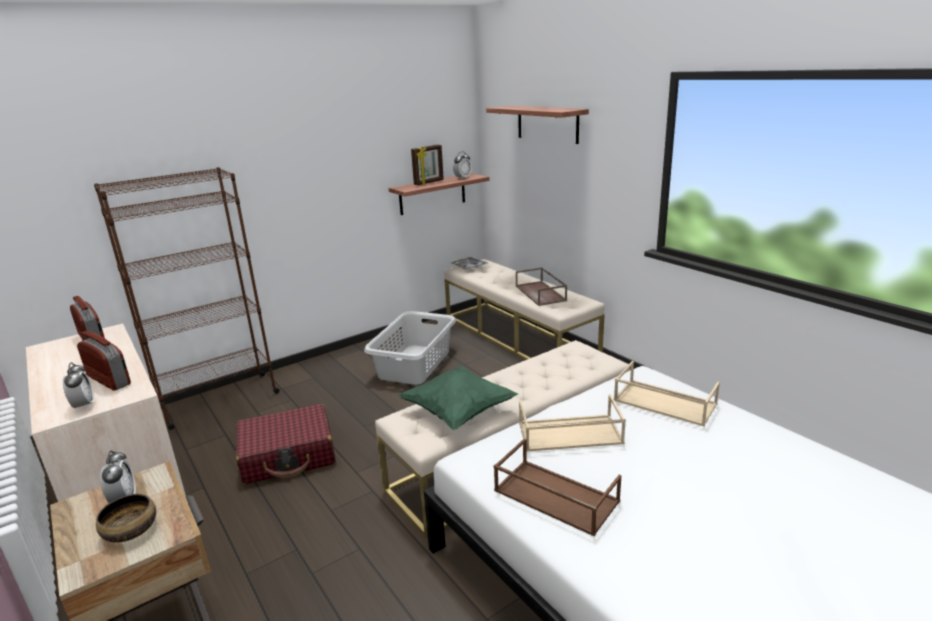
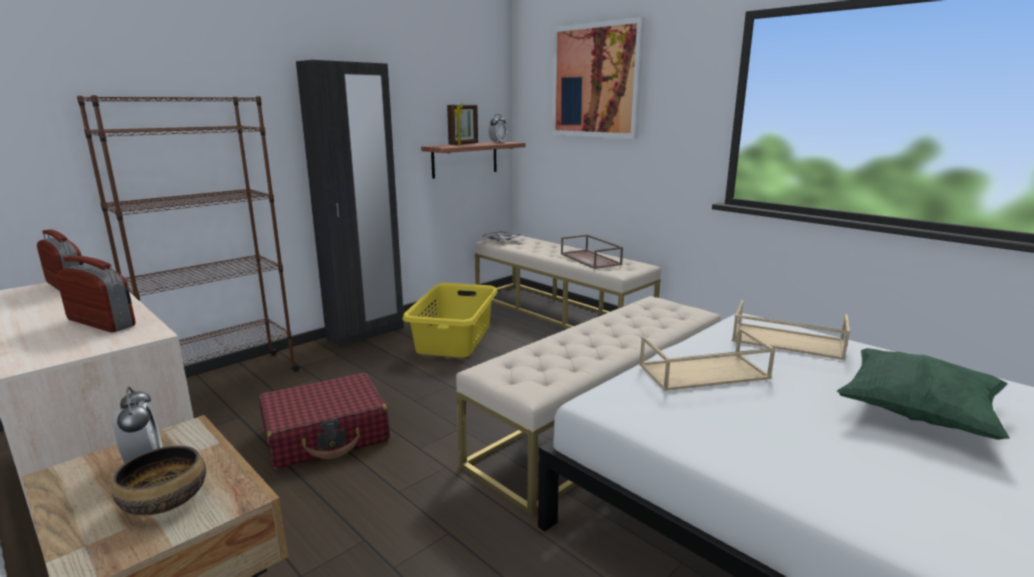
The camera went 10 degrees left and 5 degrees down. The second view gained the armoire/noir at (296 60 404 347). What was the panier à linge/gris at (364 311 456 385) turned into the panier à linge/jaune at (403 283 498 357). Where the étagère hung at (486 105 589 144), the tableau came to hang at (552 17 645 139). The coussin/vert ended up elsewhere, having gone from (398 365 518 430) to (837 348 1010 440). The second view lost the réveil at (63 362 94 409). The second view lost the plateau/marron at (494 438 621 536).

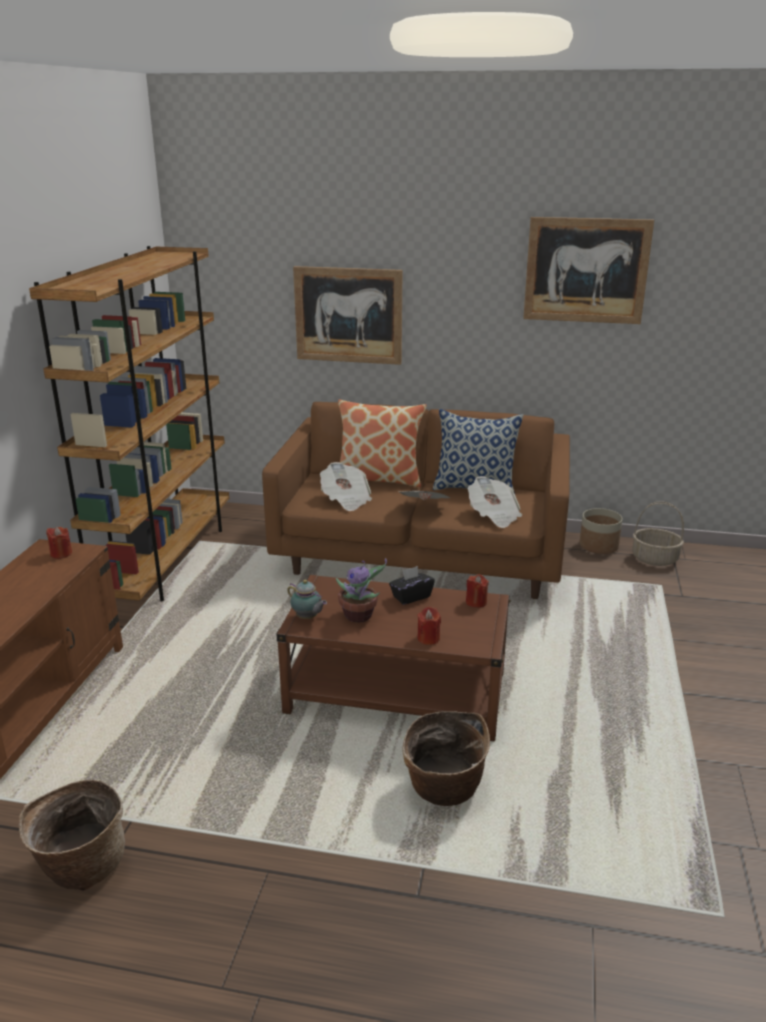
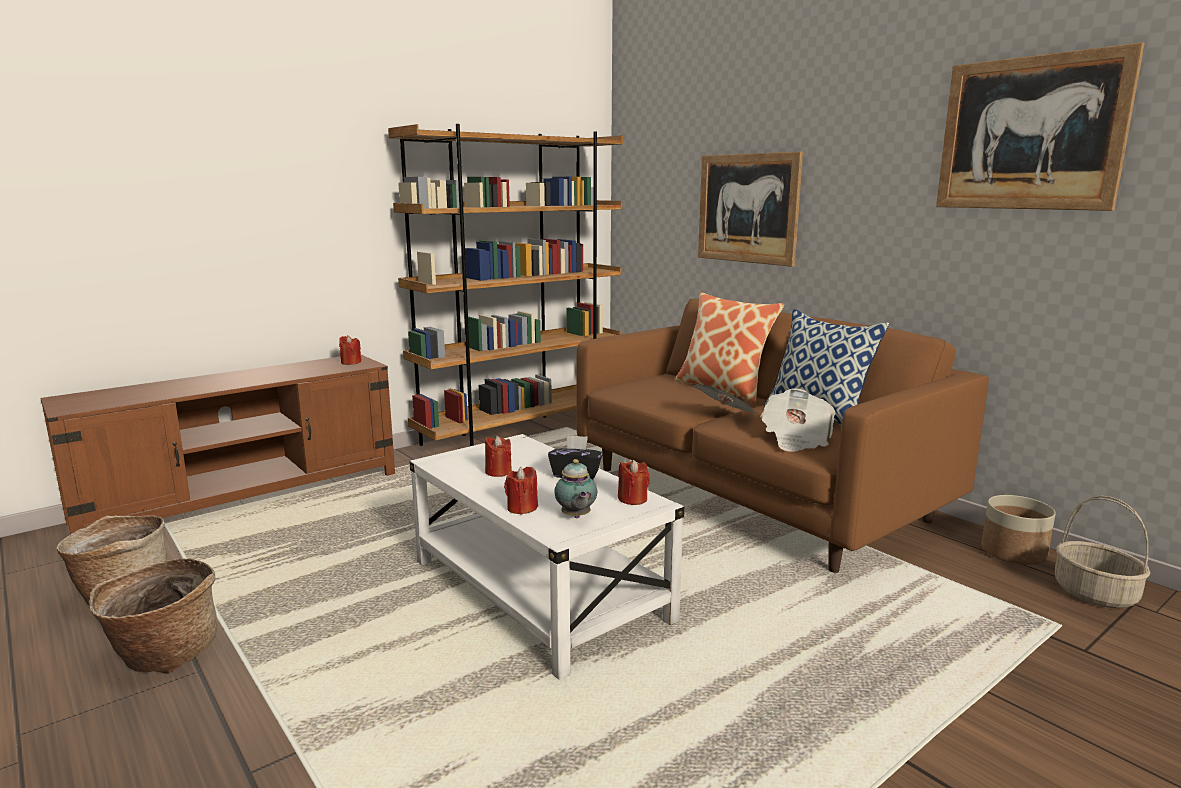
The camera went 40 degrees right and 10 degrees down. The panier ended up elsewhere, having gone from (402 711 490 806) to (88 558 217 674). What was the table basse/marron at (276 575 511 741) turned into the table basse/blanc at (410 434 684 680). Where the plante en pot stood at (336 558 387 623), the bougie/rouge came to stand at (485 436 512 477). The théière ended up elsewhere, having gone from (287 580 327 619) to (554 459 597 518). The second view lost the journal at (320 462 372 511).

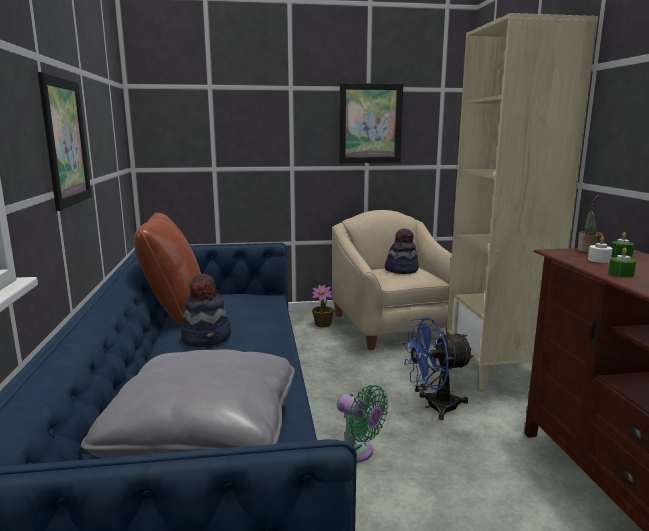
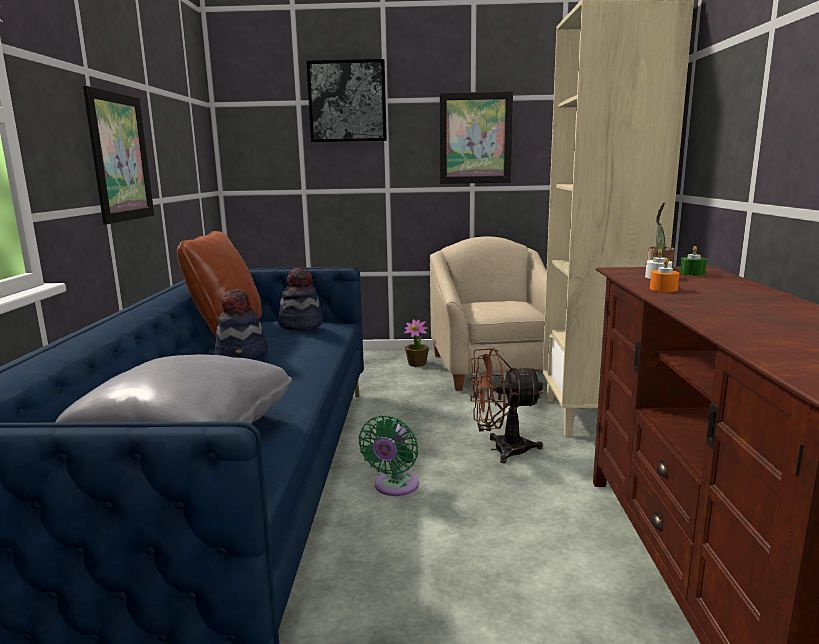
The camera went 10 degrees right and 0 degrees up. The chapeau ended up elsewhere, having gone from (384 228 419 274) to (278 268 323 330). The second view gained the tableau at (306 59 387 142). The ventilateur/vert at (337 385 388 463) ended up facing another way, 60 degrees clockwise from before. What was the ventilateur/bleu at (402 318 474 420) turned into the ventilateur/marron at (469 348 543 463). What was the bougie/vert at (608 248 636 277) turned into the bougie/orange at (650 258 680 292).

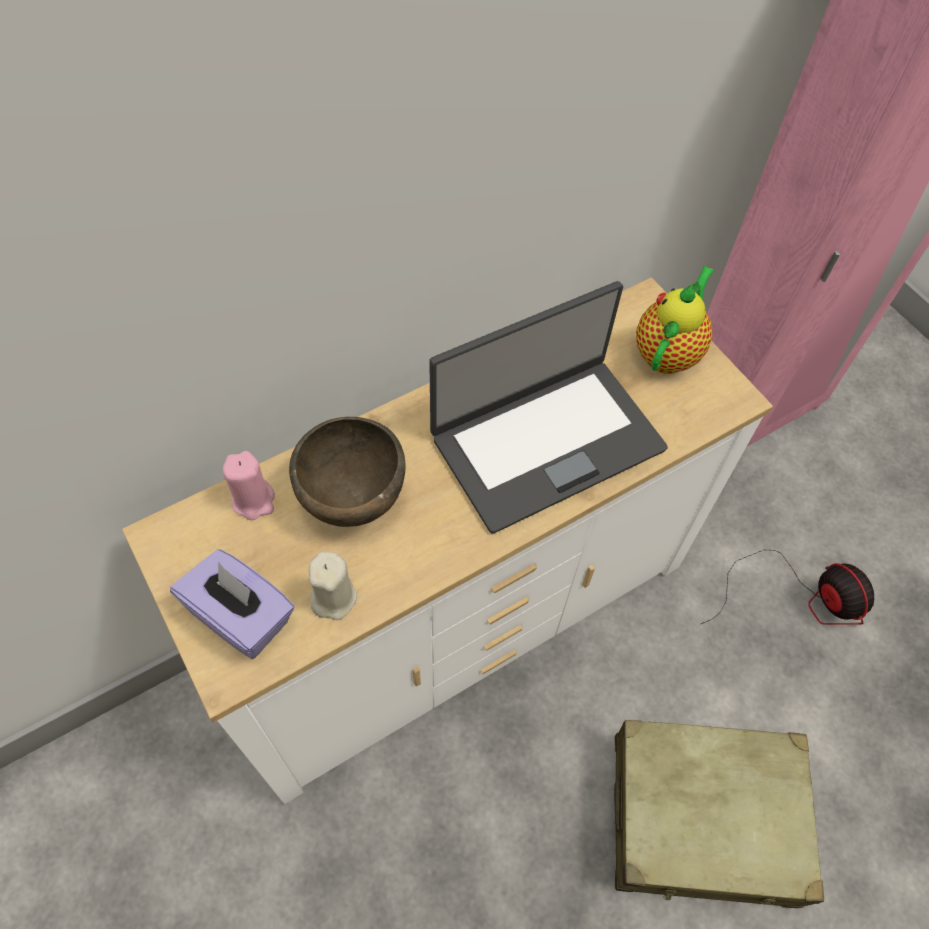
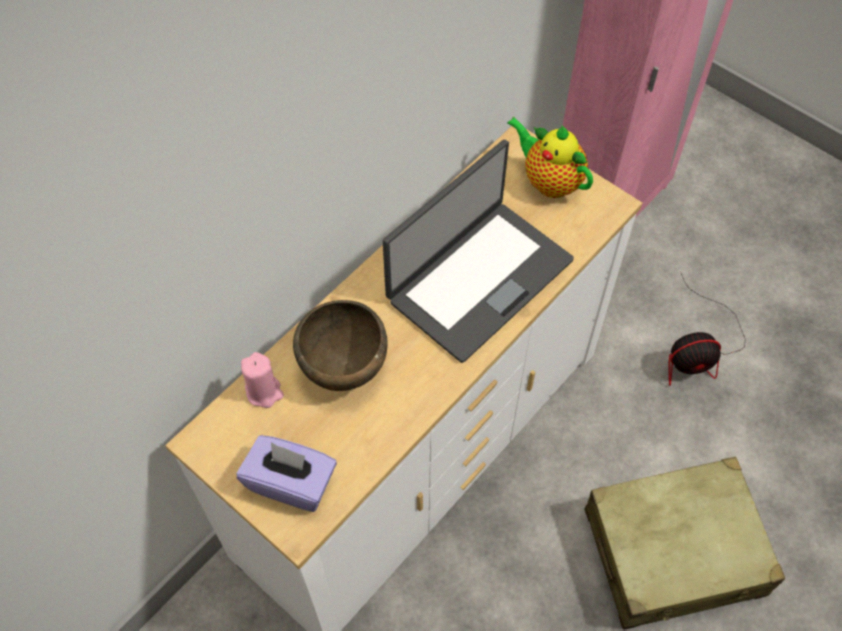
The camera went 15 degrees left and 0 degrees up. The théière at (636 266 714 374) ended up facing another way, 60 degrees counterclockwise from before. The ventilateur at (701 550 874 625) ended up facing another way, 120 degrees clockwise from before. The second view lost the bougie/beige at (309 552 357 620).

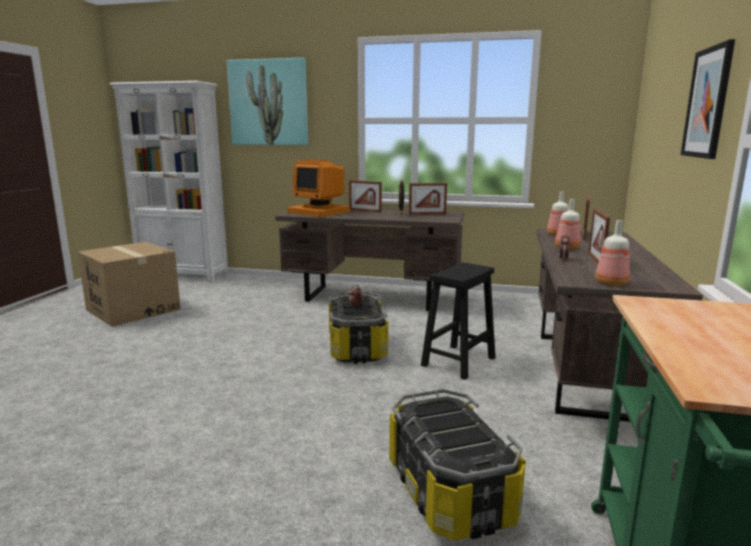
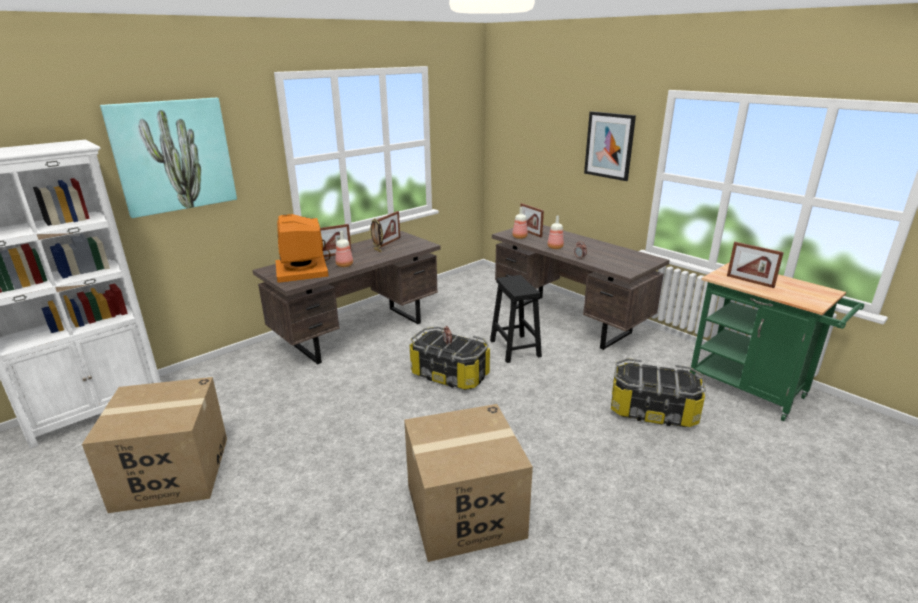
The camera went 55 degrees left and 10 degrees up. The écran d'ordinateur at (288 159 350 217) ended up facing another way, 90 degrees clockwise from before. The bouteille ended up elsewhere, having gone from (595 220 630 286) to (335 231 353 267). The second view gained the carton at (404 404 533 562). The cadre photo ended up elsewhere, having gone from (588 209 610 263) to (727 242 784 288).

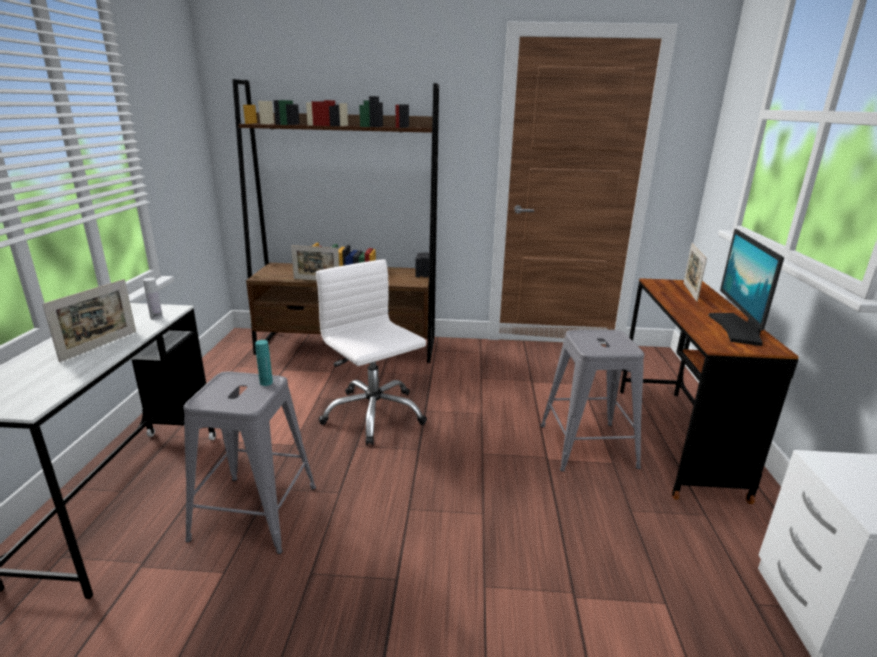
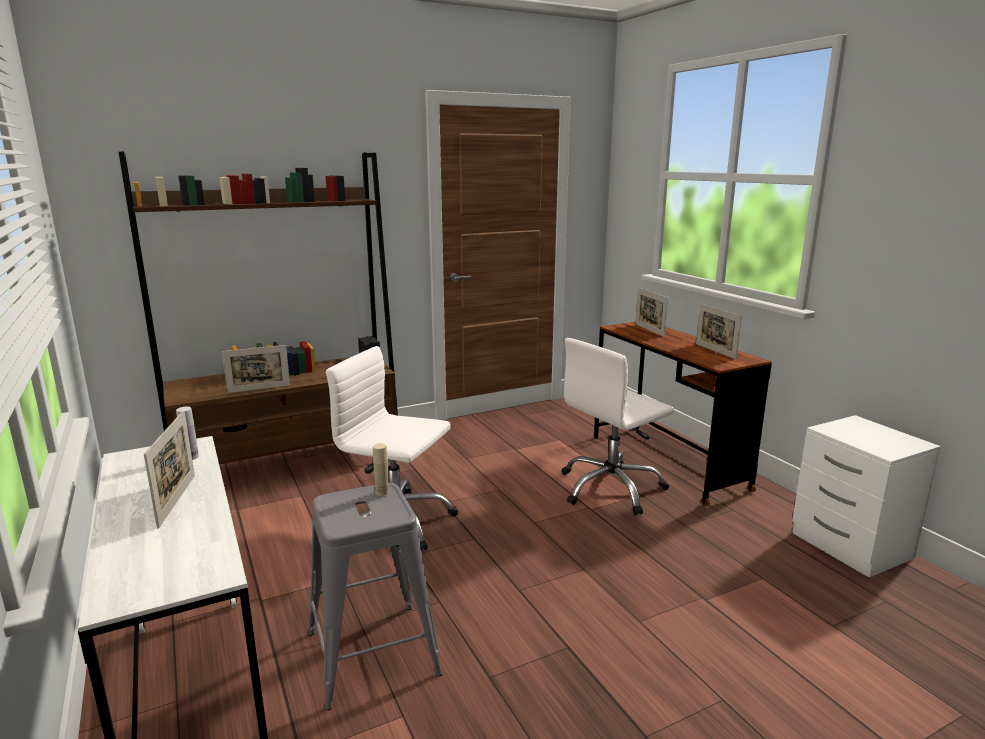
The camera went 30 degrees left and 5 degrees down. What was the bouteille/turquoise at (255 340 273 386) turned into the bouteille/beige at (373 443 389 496). Where the tabouret/gris stood at (541 330 644 471), the chaise de bureau/blanc came to stand at (562 338 674 515). Where the écran d'ordinateur stood at (708 229 784 346), the cadre photo came to stand at (696 304 742 359).

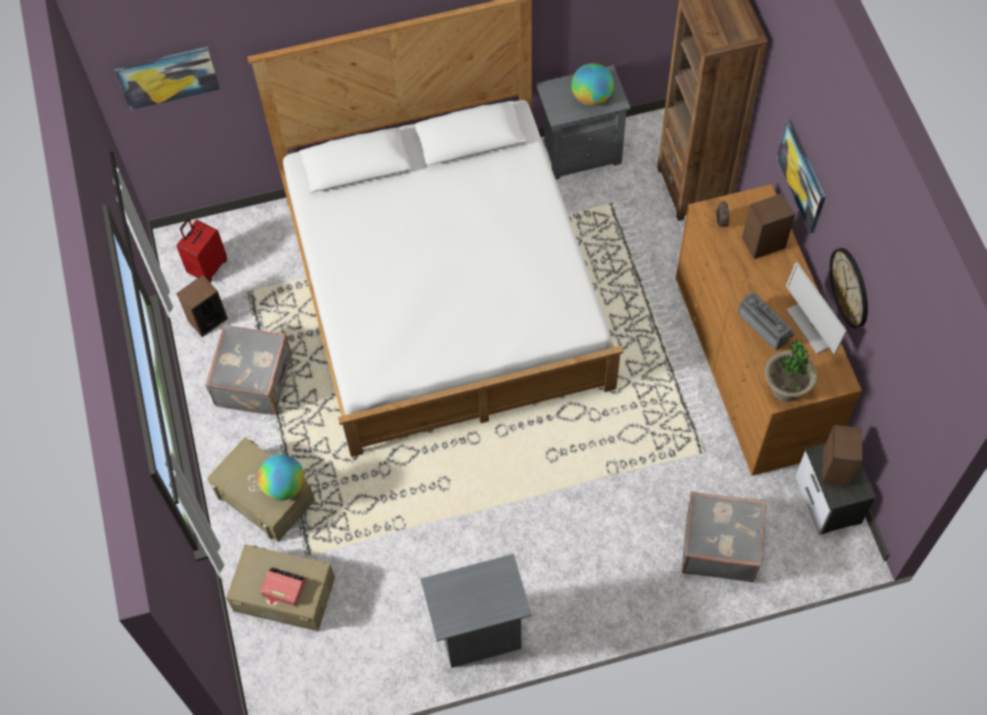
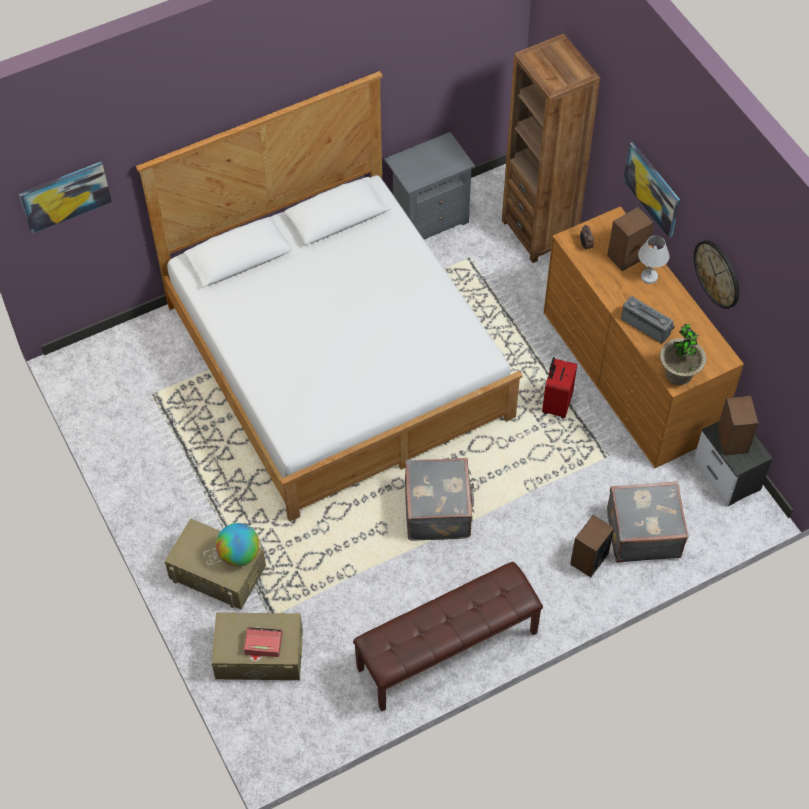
The camera went 15 degrees left and 5 degrees down. Where the table de chevet/gris stood at (421 554 532 668), the banc/marron came to stand at (353 562 543 712). The valise/gris ended up elsewhere, having gone from (205 324 293 415) to (405 458 475 541). The valise/rouge ended up elsewhere, having gone from (177 219 227 282) to (542 357 577 418). The enceinte ended up elsewhere, having gone from (176 275 228 337) to (570 515 614 577). The second view gained the lampe de table/blanc at (638 236 669 284). The second view lost the globe at (571 63 614 106). The second view lost the écran d'ordinateur at (786 262 847 354).

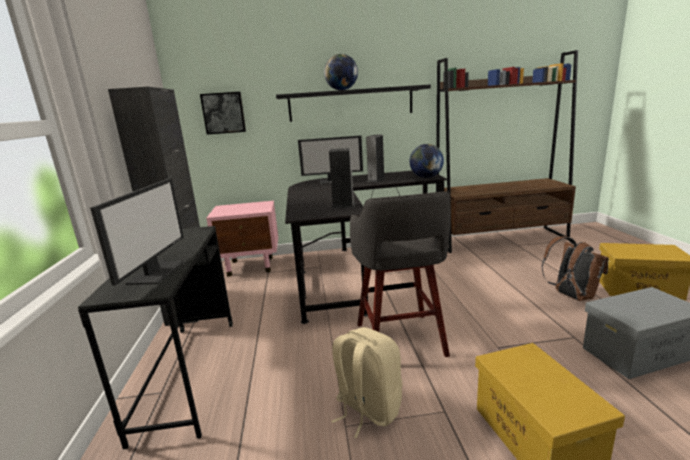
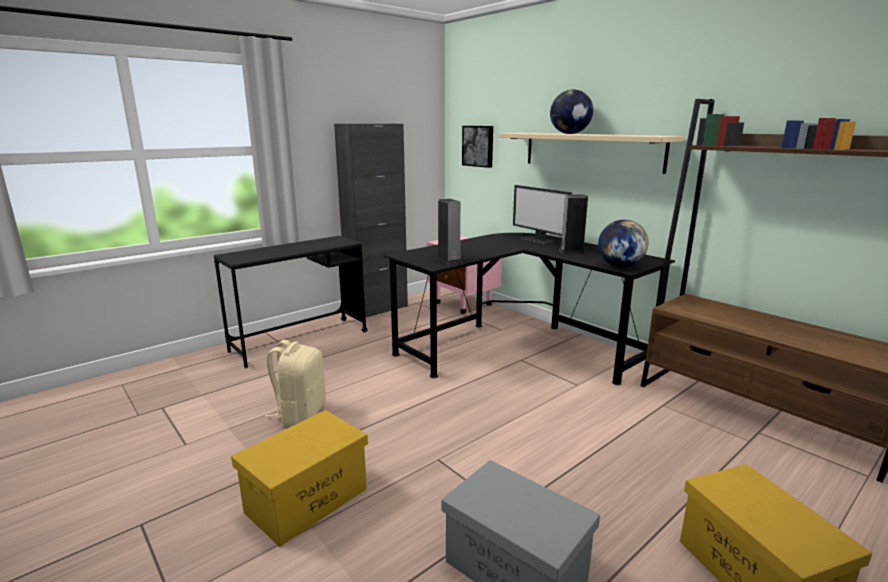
The camera went 55 degrees right and 0 degrees up. What was the étagère/noir at (276 84 431 122) turned into the étagère/beige at (498 133 685 174). The second view lost the écran d'ordinateur at (90 178 184 285). The second view lost the tabouret/gris at (350 191 451 357). The second view lost the sac à dos/marron at (542 236 609 301).

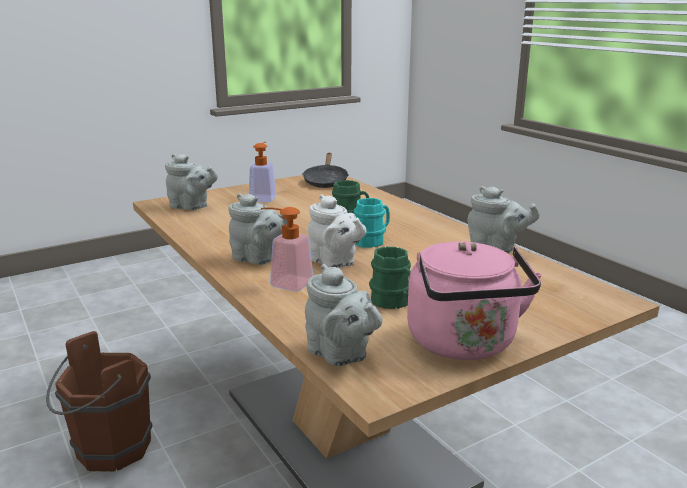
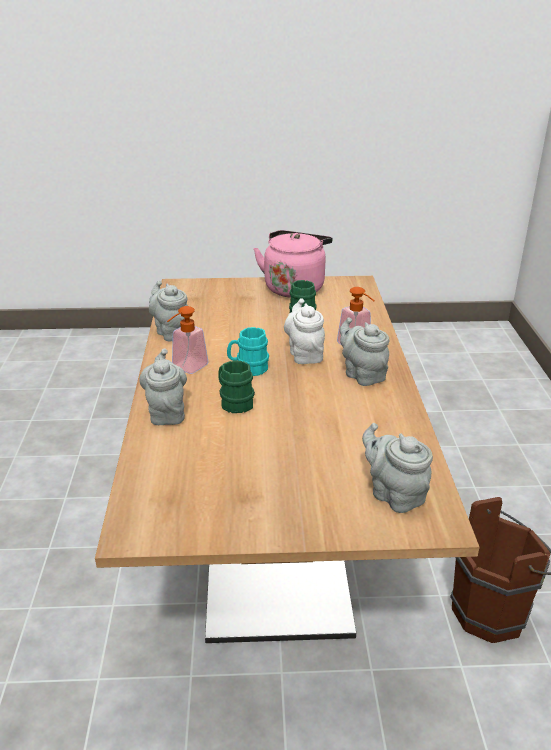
The camera went 150 degrees left and 10 degrees up. The théière/gris ended up elsewhere, having gone from (305 264 383 366) to (139 349 187 425). The distributeur de savon ended up elsewhere, having gone from (249 142 276 202) to (167 306 208 374). The second view lost the poêle/noir at (302 153 349 188).

